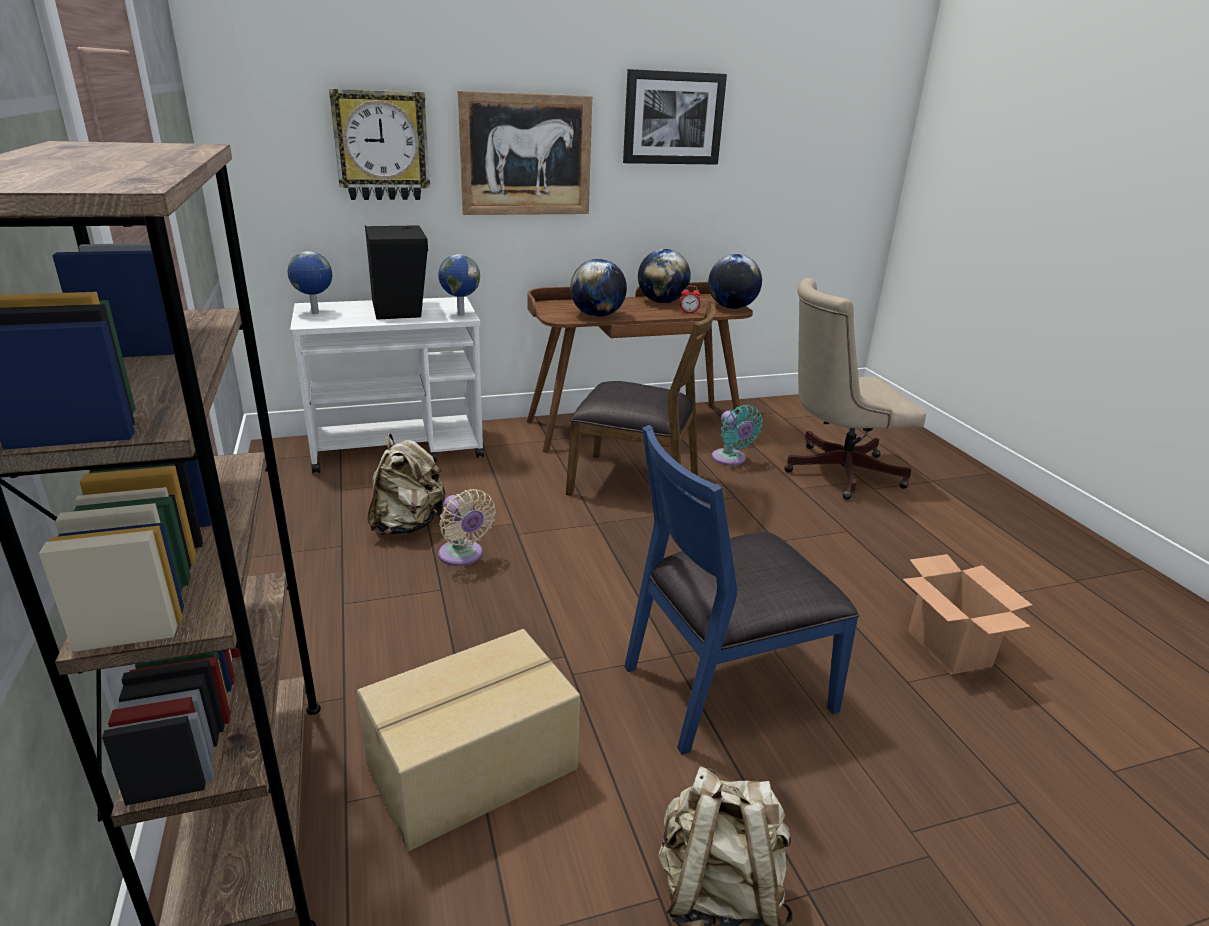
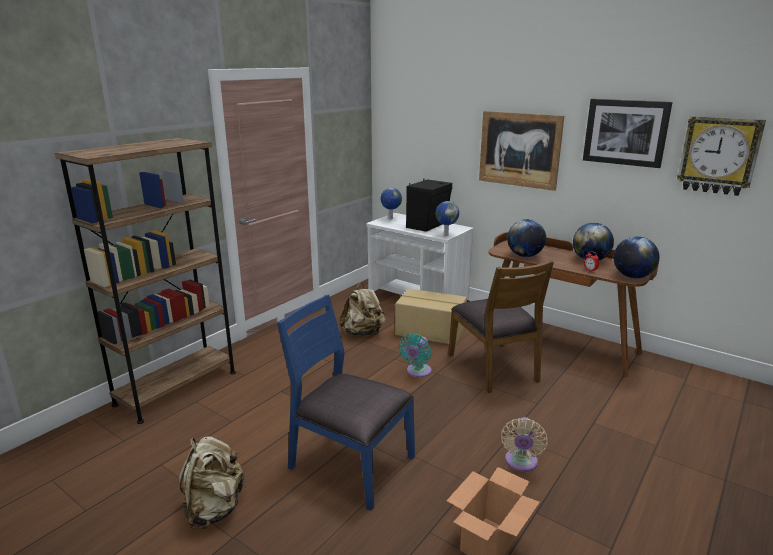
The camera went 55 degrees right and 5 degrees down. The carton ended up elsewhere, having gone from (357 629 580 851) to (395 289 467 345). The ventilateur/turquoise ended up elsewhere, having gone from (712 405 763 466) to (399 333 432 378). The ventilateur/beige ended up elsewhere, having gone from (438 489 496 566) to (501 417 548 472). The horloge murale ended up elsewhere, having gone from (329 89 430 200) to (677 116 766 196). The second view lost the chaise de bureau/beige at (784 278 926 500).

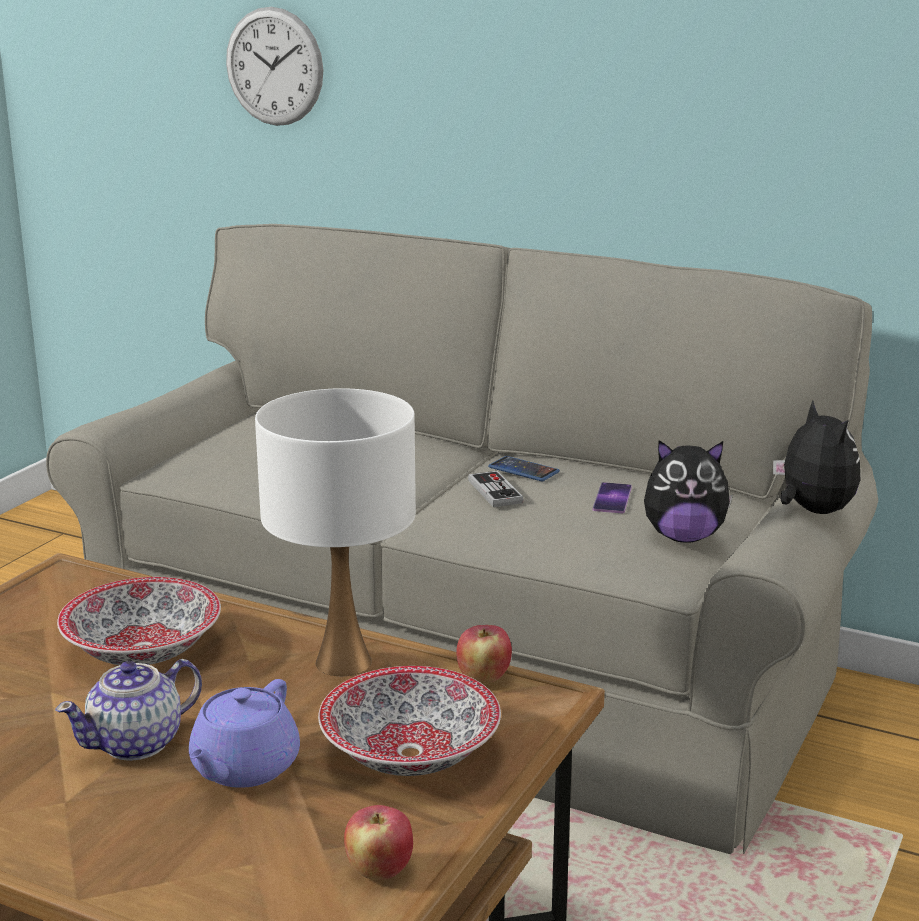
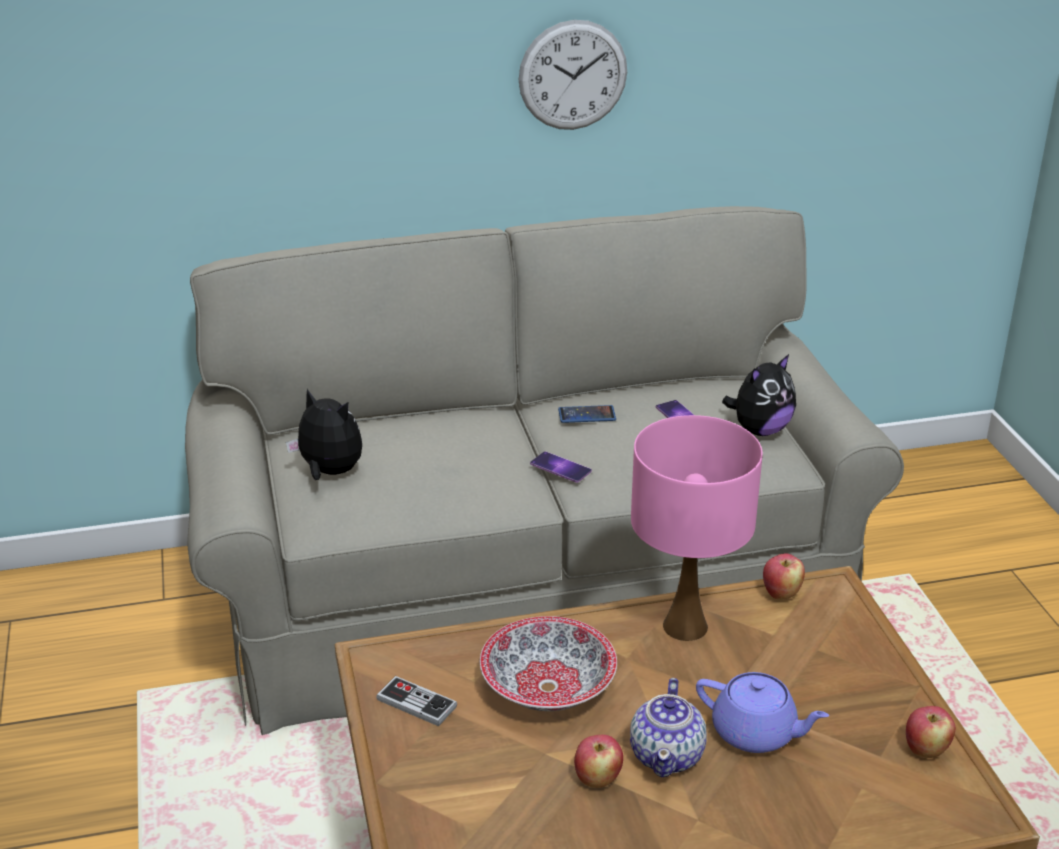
The camera went 40 degrees left and 10 degrees up. The peluche ended up elsewhere, having gone from (773 401 860 514) to (286 389 362 480). The manette ended up elsewhere, having gone from (468 471 524 507) to (376 676 457 726). The horloge murale ended up elsewhere, having gone from (226 7 323 126) to (519 20 627 130). The second view gained the téléphone at (530 451 592 483). The second view gained the pomme at (574 735 623 788). What was the lampe de table/blanc at (255 388 416 676) turned into the lampe de table/rose at (631 415 763 641). The théière/violet at (189 679 300 788) ended up facing another way, 45 degrees counterclockwise from before. The second view lost the bol at (318 666 501 776).

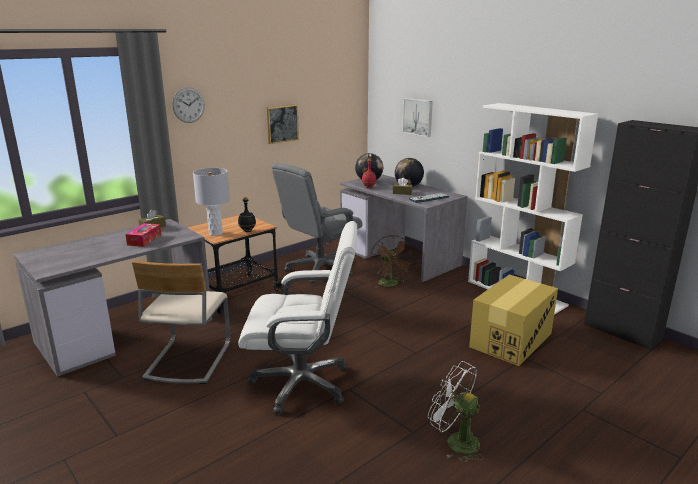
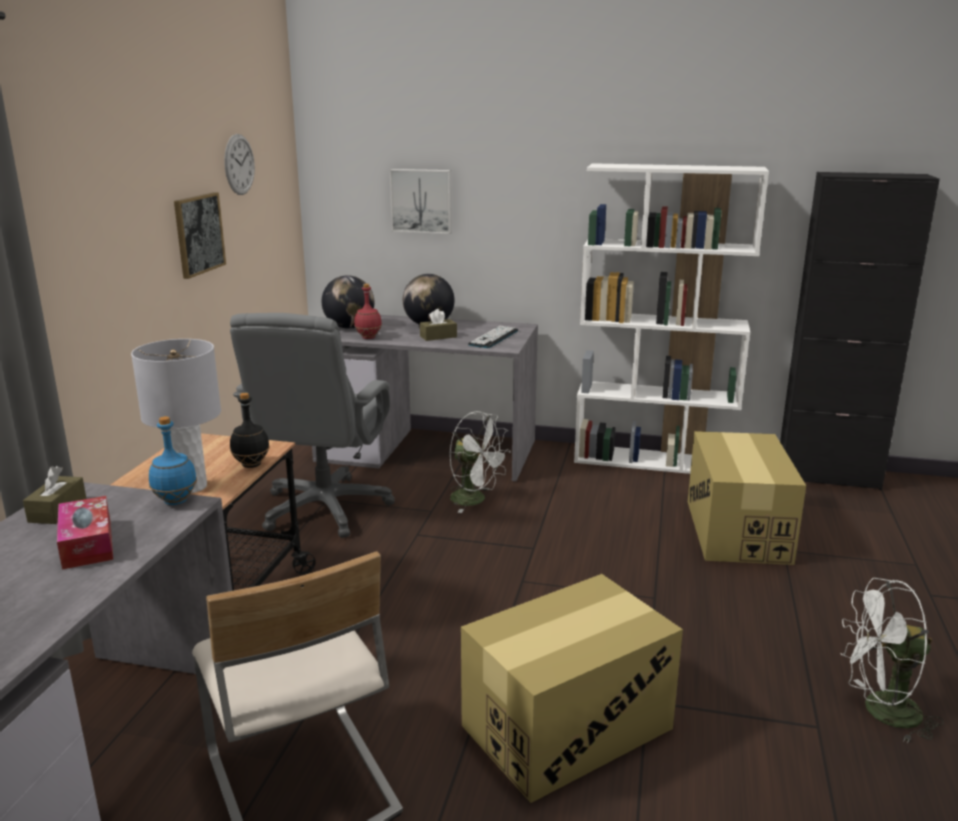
The camera went 35 degrees left and 0 degrees up. The second view gained the bouteille/bleu at (149 416 197 505). The horloge murale ended up elsewhere, having gone from (172 87 205 123) to (224 134 255 195). What was the ventilateur/marron at (370 235 413 288) turned into the ventilateur/blanc at (450 411 511 513). Where the chaise de bureau/blanc stood at (238 221 357 415), the carton came to stand at (461 574 683 803).

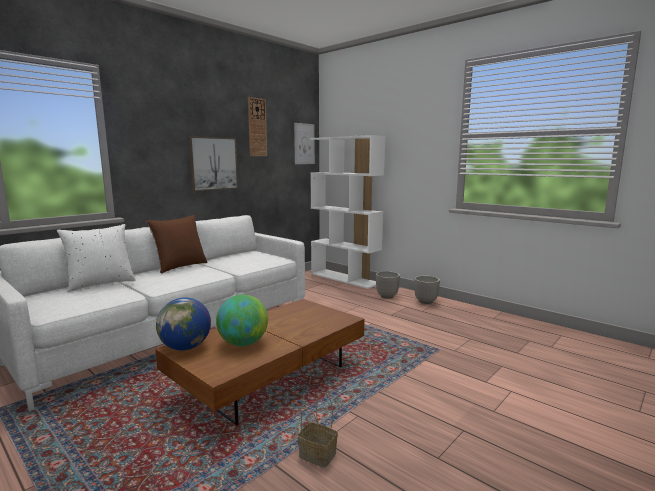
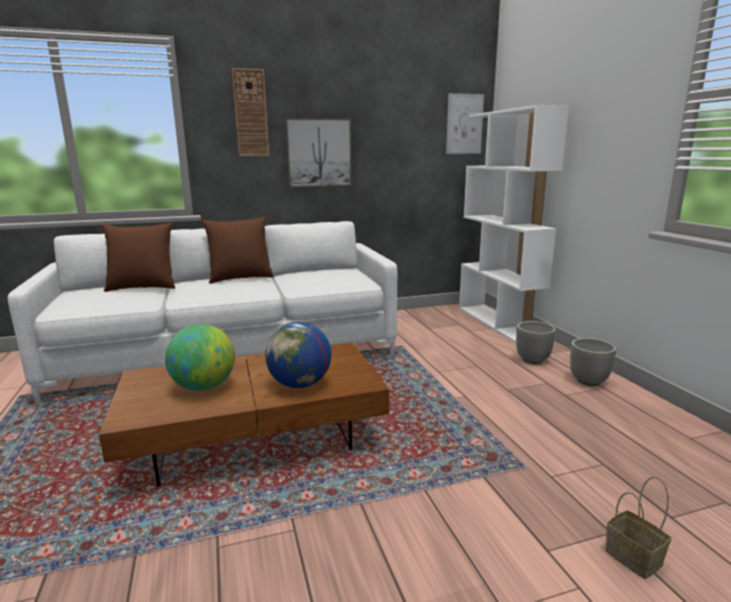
The camera went 30 degrees right and 5 degrees up. What was the coussin/blanc at (57 224 136 292) turned into the coussin/marron at (102 222 175 292). The horloge murale ended up elsewhere, having gone from (248 97 267 156) to (232 68 269 156). The globe ended up elsewhere, having gone from (156 298 211 350) to (265 322 331 388). The panier ended up elsewhere, having gone from (298 392 338 467) to (605 476 671 579).

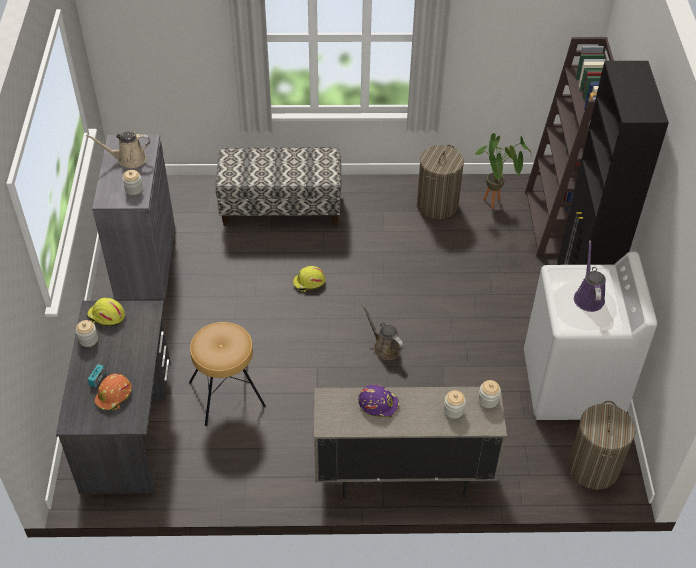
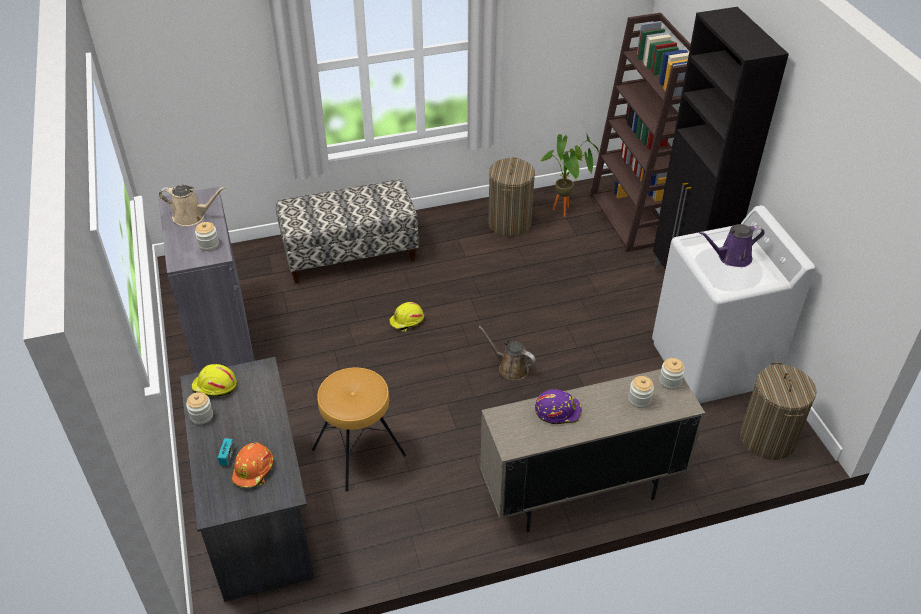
The camera went 15 degrees left and 5 degrees down. The arrosoir/beige at (86 132 150 168) ended up facing another way, 150 degrees counterclockwise from before. The arrosoir/violet at (574 241 606 312) ended up facing another way, 90 degrees counterclockwise from before.

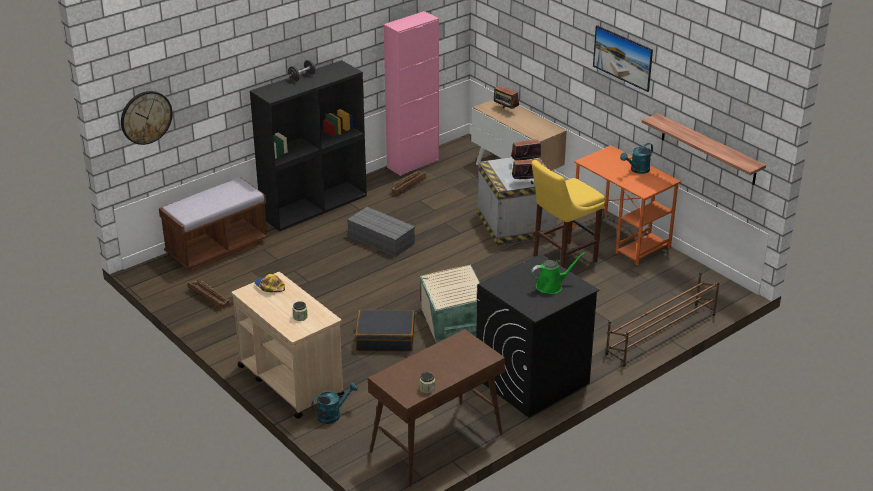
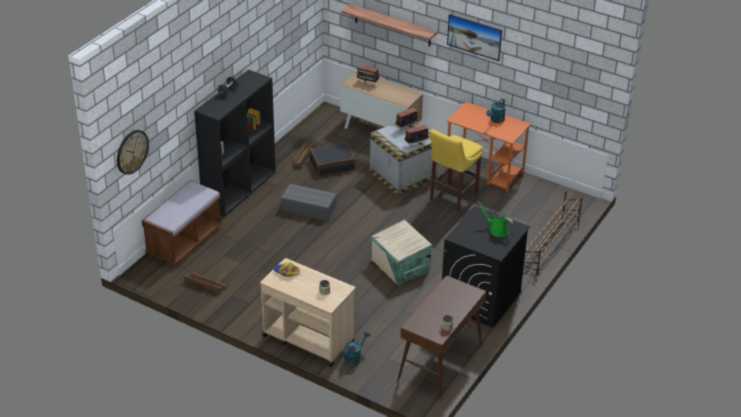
The camera went 20 degrees left and 5 degrees up. The valise/noir ended up elsewhere, having gone from (355 310 415 351) to (310 142 355 176). The étagère ended up elsewhere, having gone from (642 113 766 185) to (341 4 437 47). The arrosoir/vert at (531 252 585 294) ended up facing another way, 105 degrees counterclockwise from before. The second view lost the meuble de rangement/rose at (384 11 439 176).

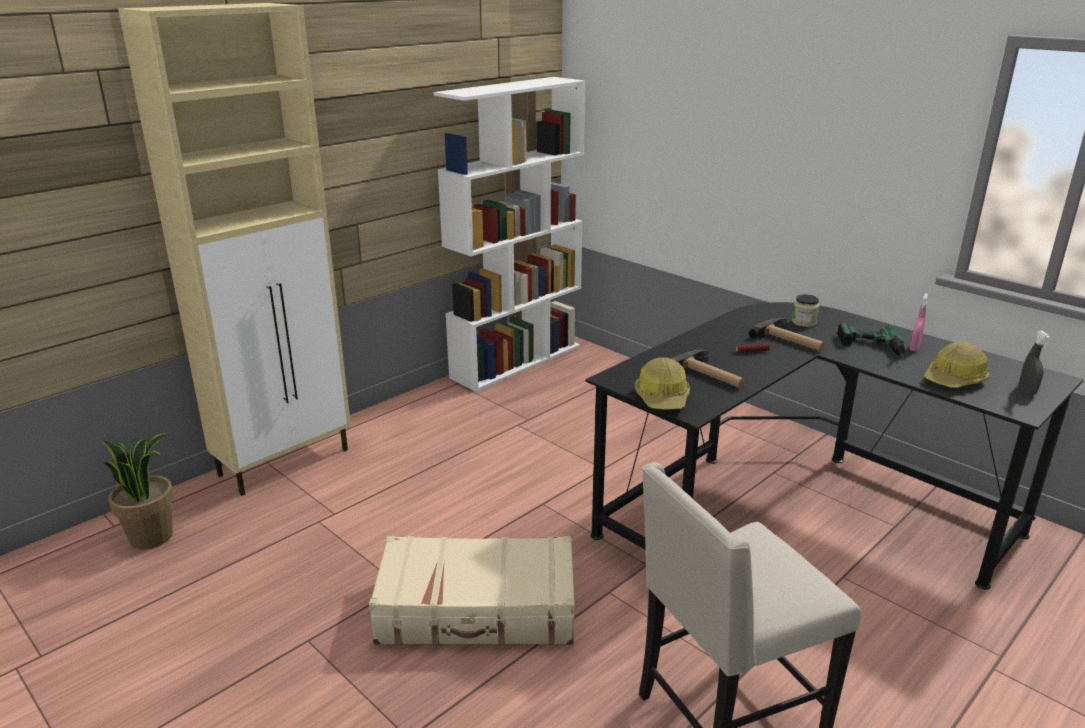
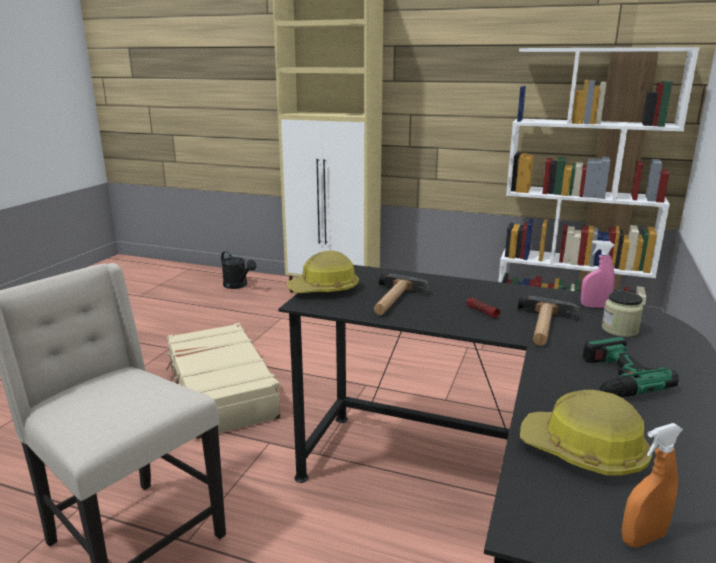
The camera went 65 degrees right and 5 degrees down. Where the plante en pot stood at (101 433 174 549), the arrosoir/noir came to stand at (221 251 256 289). The vaporisateur/rose ended up elsewhere, having gone from (910 294 928 351) to (581 240 615 308). What was the vaporisateur/gris at (1019 331 1050 395) turned into the vaporisateur/orange at (622 423 683 548).

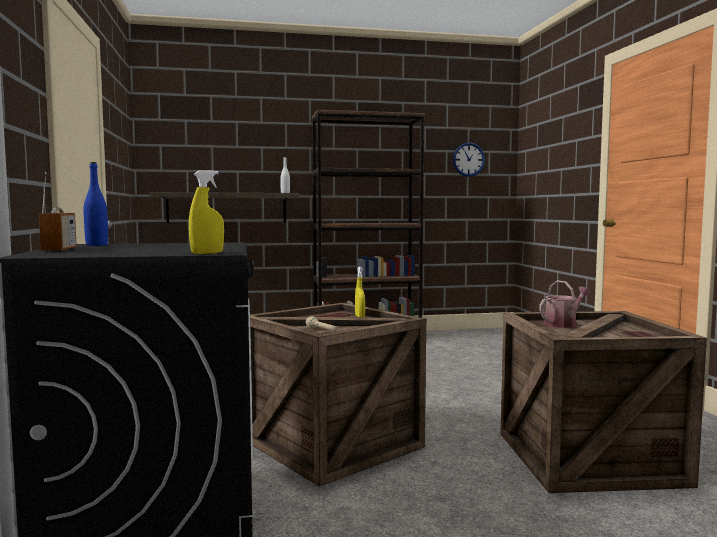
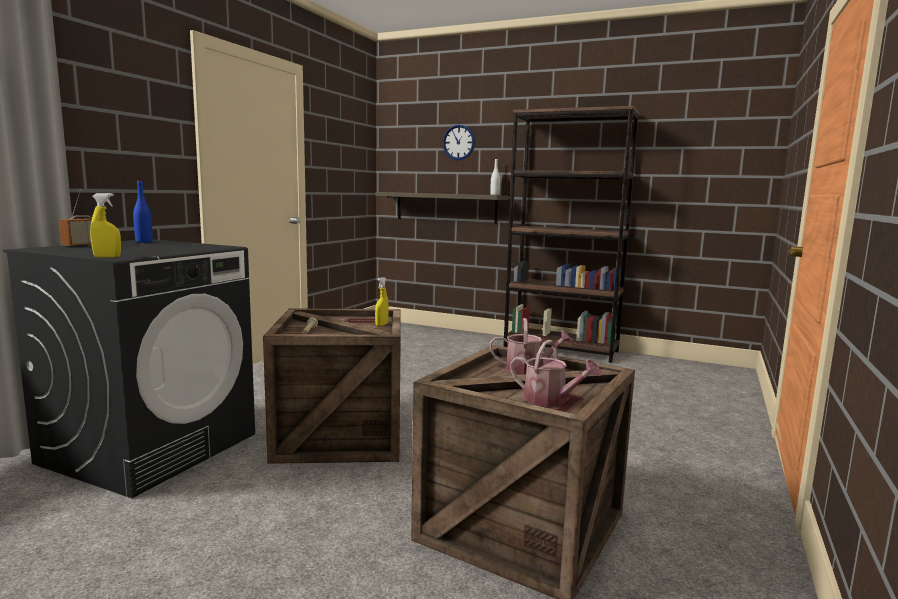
The camera went 35 degrees right and 5 degrees up. The horloge murale ended up elsewhere, having gone from (453 143 485 177) to (443 124 475 160). The second view gained the arrosoir at (510 340 601 407).

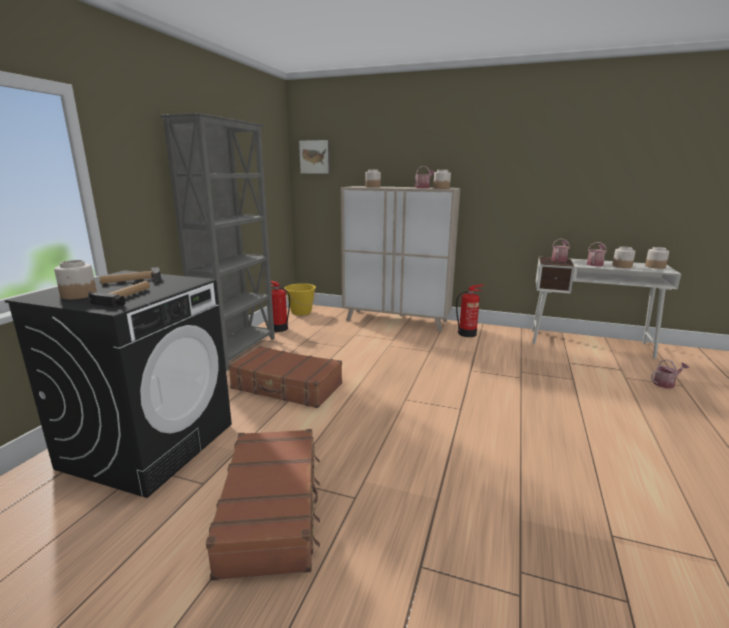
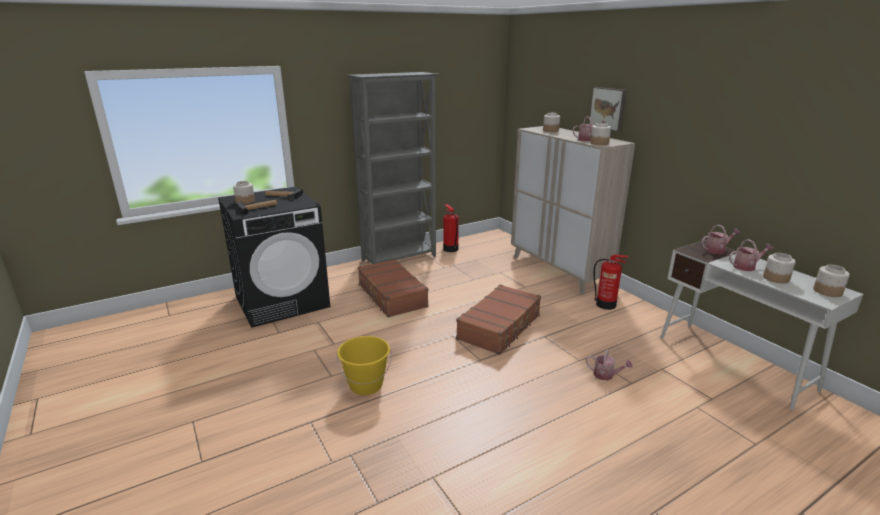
The camera went 40 degrees right and 5 degrees up. The seau/jaune ended up elsewhere, having gone from (284 283 316 315) to (336 336 392 395). The valise/marron ended up elsewhere, having gone from (206 429 320 581) to (456 284 541 355). The arrosoir ended up elsewhere, having gone from (651 359 689 389) to (586 350 633 381). The tableau ended up elsewhere, having gone from (298 139 331 174) to (589 87 627 132).

